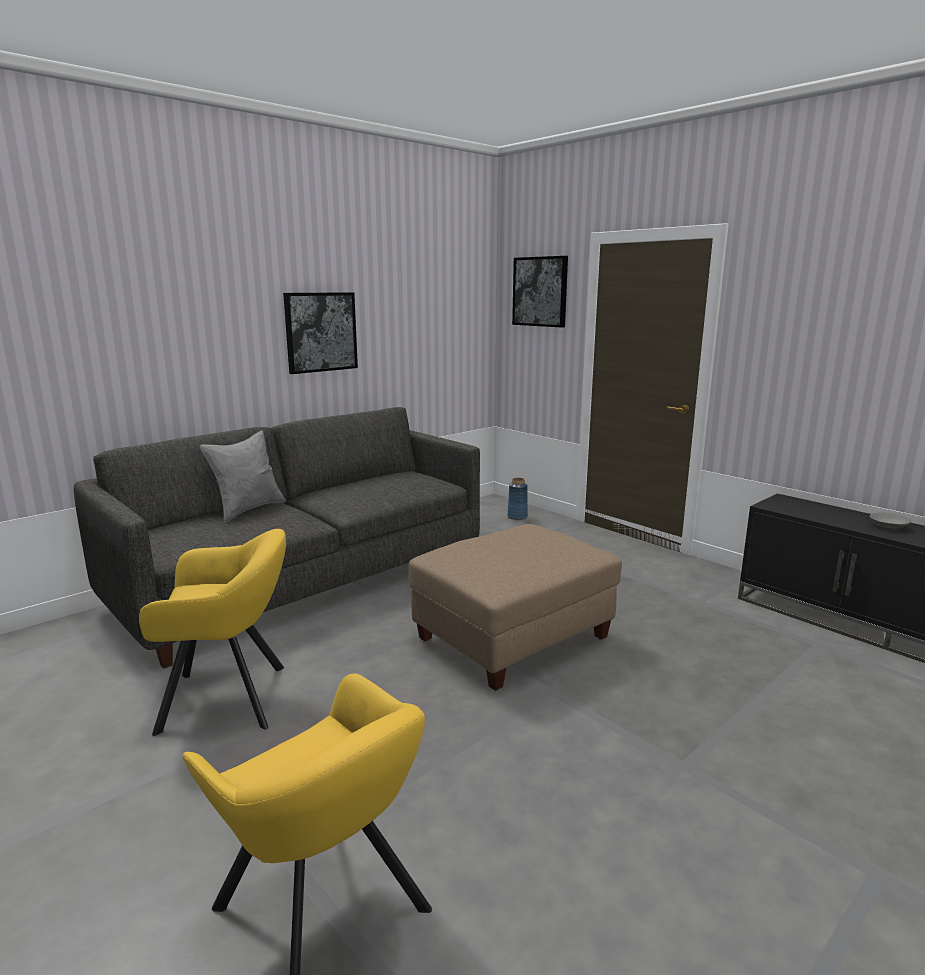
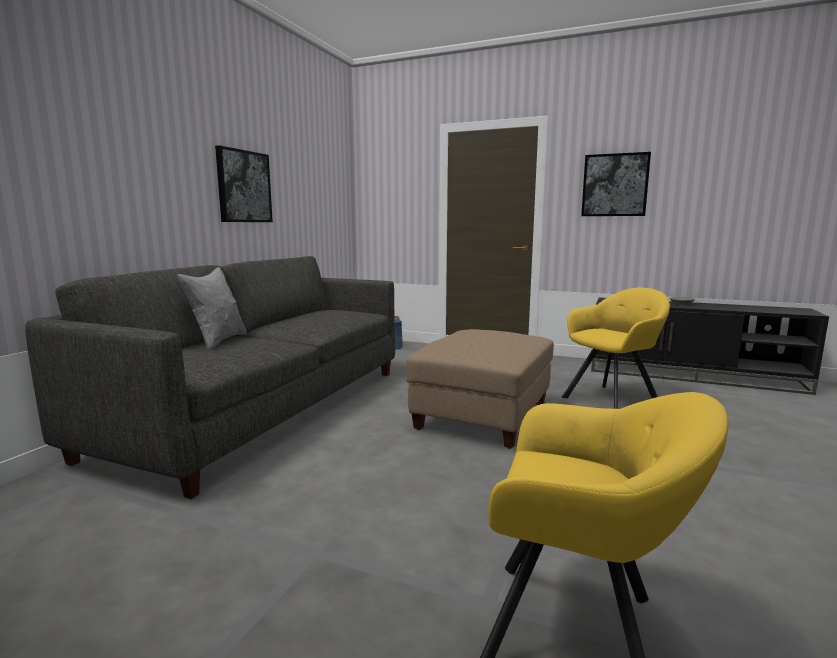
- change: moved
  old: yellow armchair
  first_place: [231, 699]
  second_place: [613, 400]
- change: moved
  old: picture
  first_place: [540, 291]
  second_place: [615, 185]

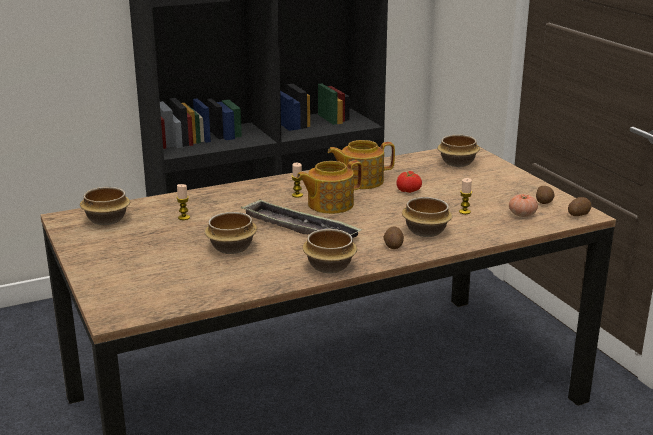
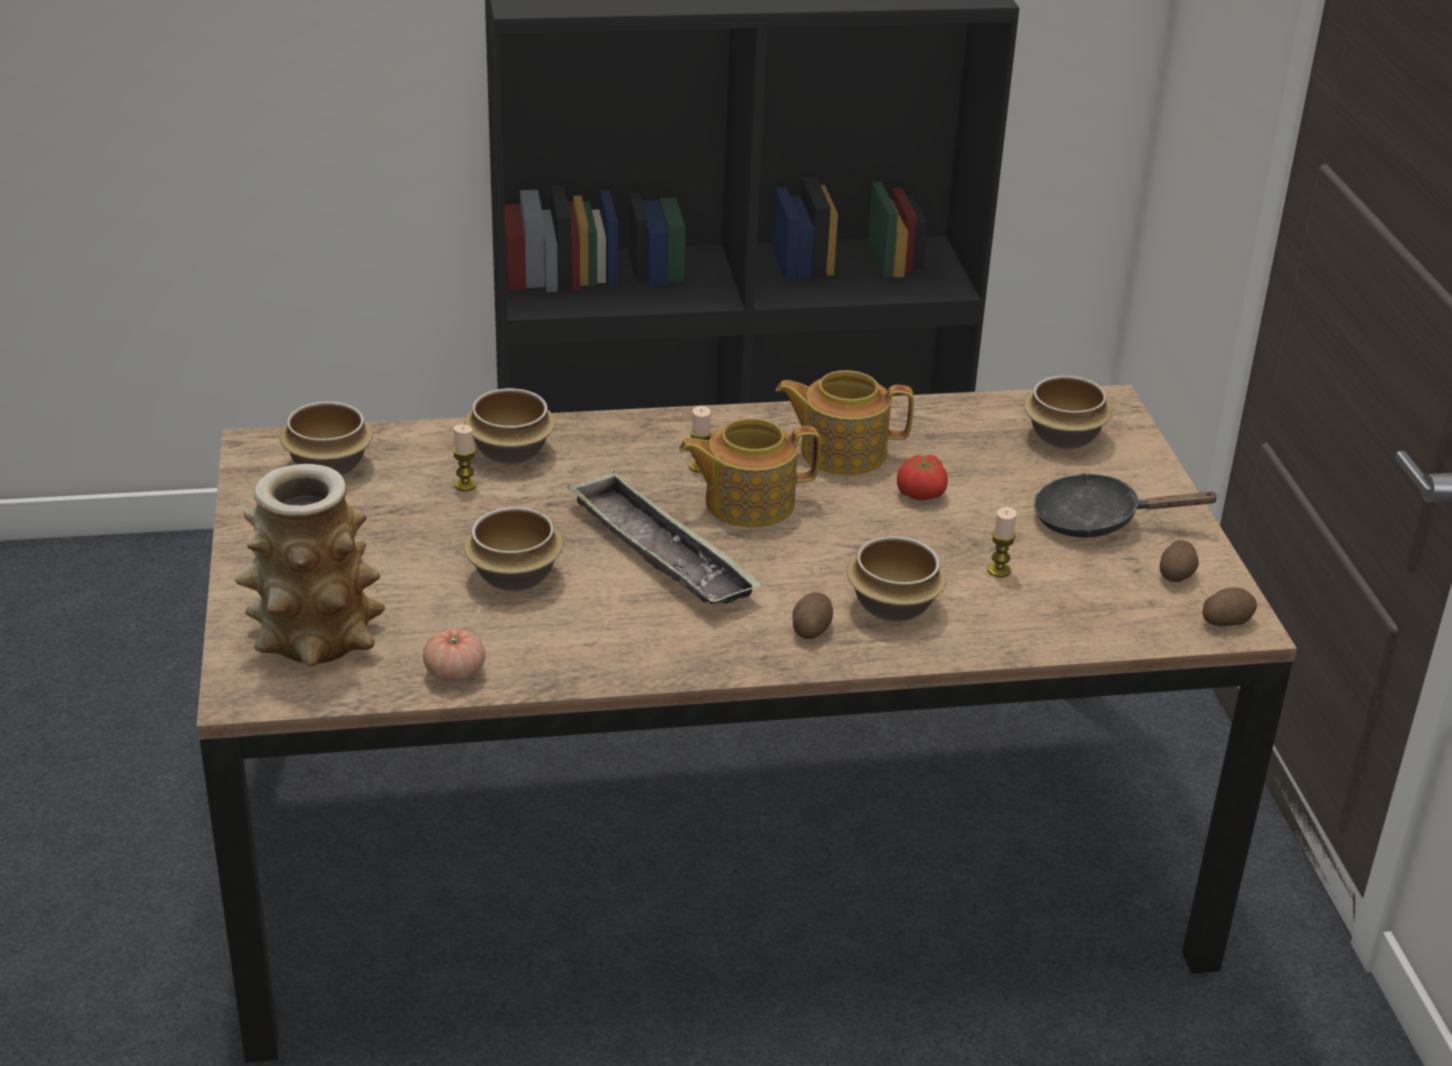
- change: added
  new: vase
  second_place: [315, 635]
- change: added
  new: black frying pan
  second_place: [1096, 520]
- change: moved
  old: bowl
  first_place: [329, 266]
  second_place: [511, 450]
- change: moved
  old: tomato
  first_place: [522, 214]
  second_place: [455, 673]

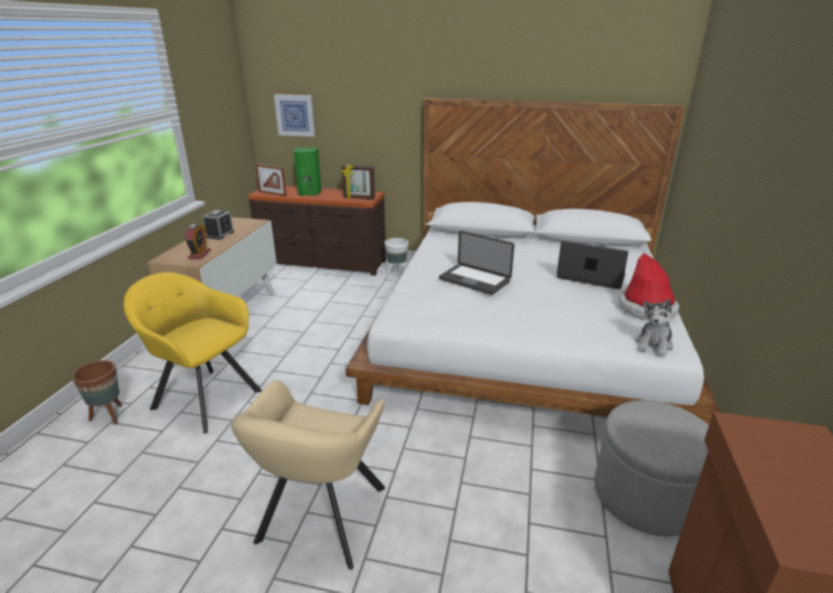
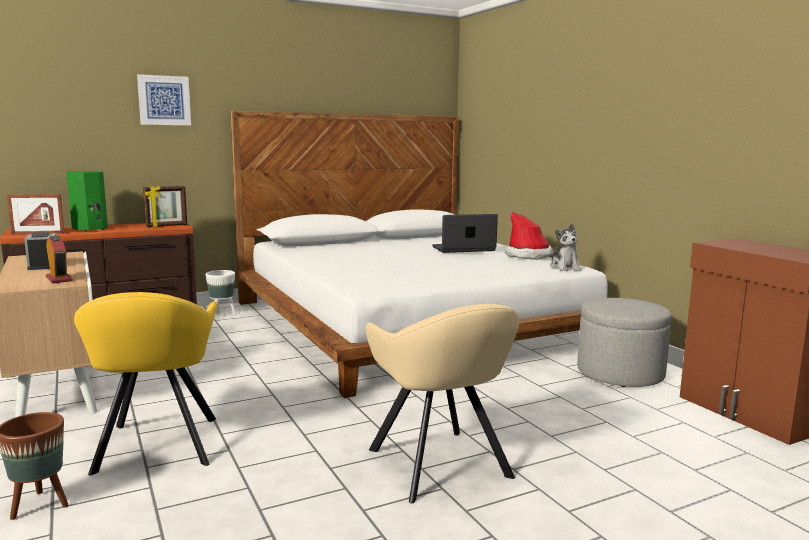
- change: removed
  old: laptop
  first_place: [474, 280]
- change: moved
  old: picture
  first_place: [295, 115]
  second_place: [164, 100]
- change: turned
  old: yellow armchair
  first_place: [204, 397]
  second_place: [156, 448]
  degrees: -90

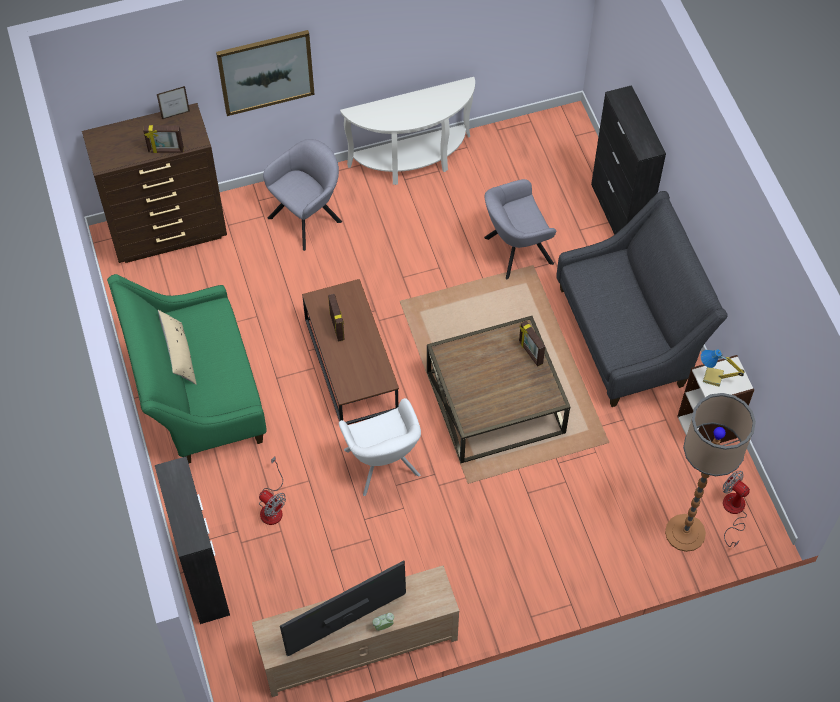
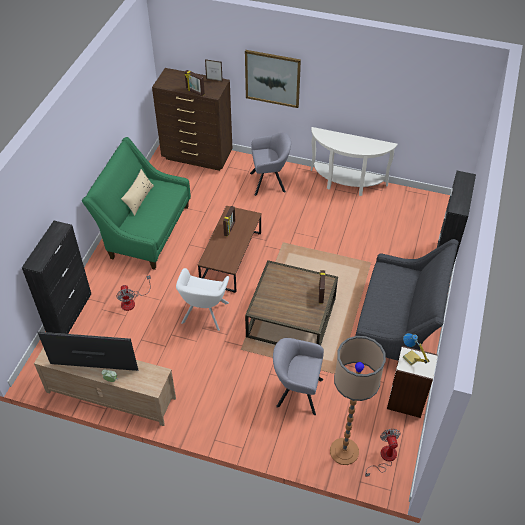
- change: moved
  old: grey armchair
  first_place: [514, 251]
  second_place: [296, 392]

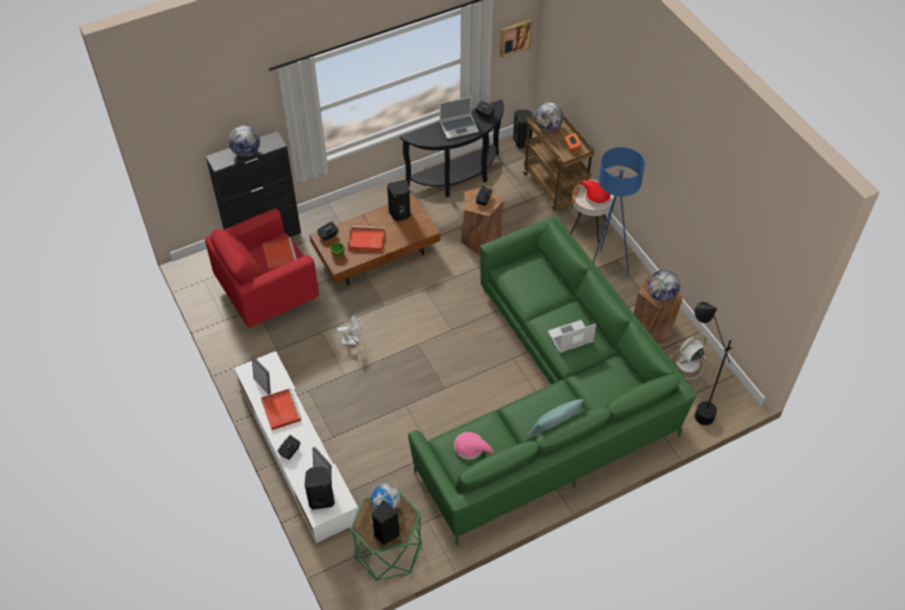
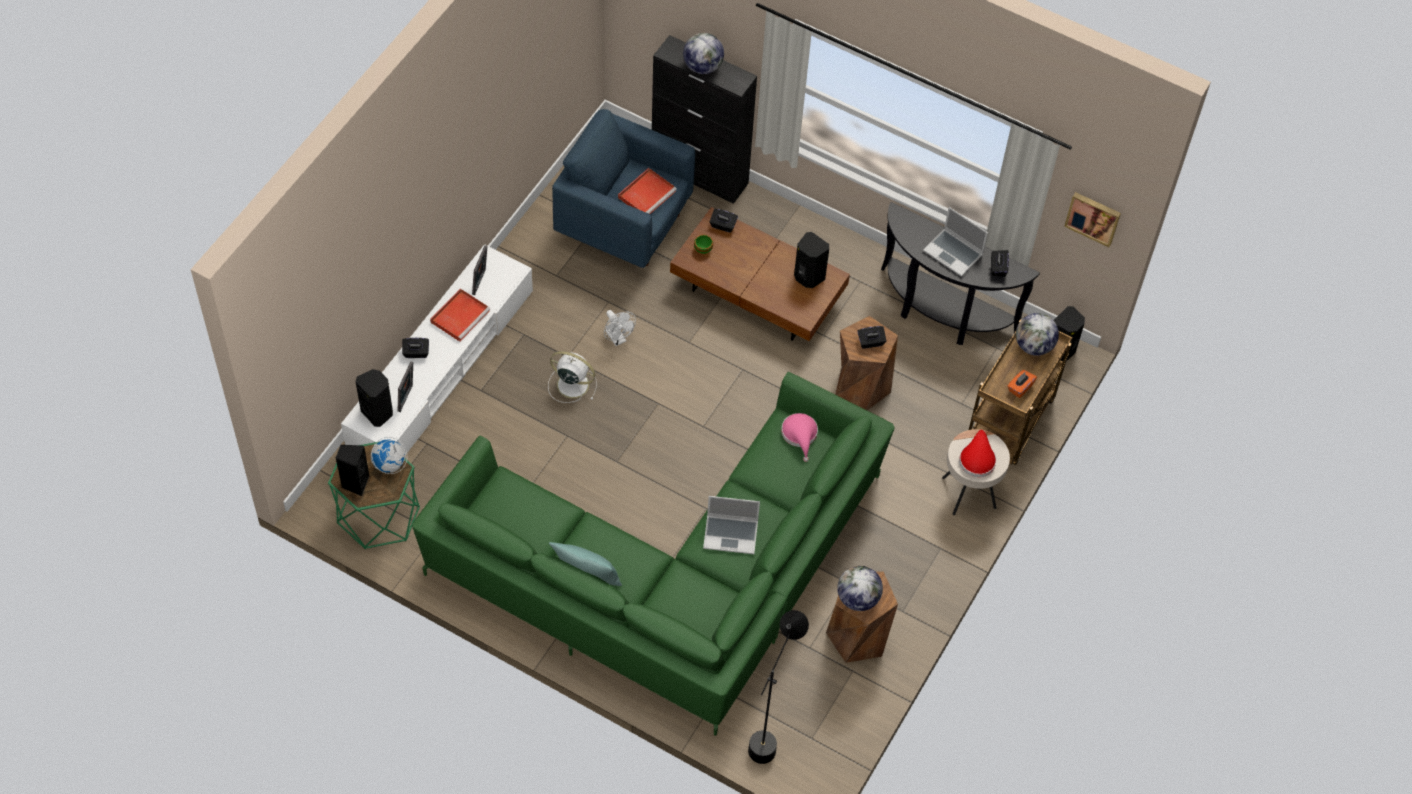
- change: removed
  old: red tray
  first_place: [366, 240]
- change: removed
  old: blue floor lamp
  first_place: [604, 268]
- change: moved
  old: pink hat
  first_place: [471, 448]
  second_place: [800, 435]
- change: moved
  old: white fan
  first_place: [687, 363]
  second_place: [571, 384]
- change: recoloured
  old: red armchair
  new: blue armchair
  first_place: [269, 294]
  second_place: [625, 224]
- change: turned
  old: laptop
  first_place: [570, 338]
  second_place: [731, 534]
  degrees: 150

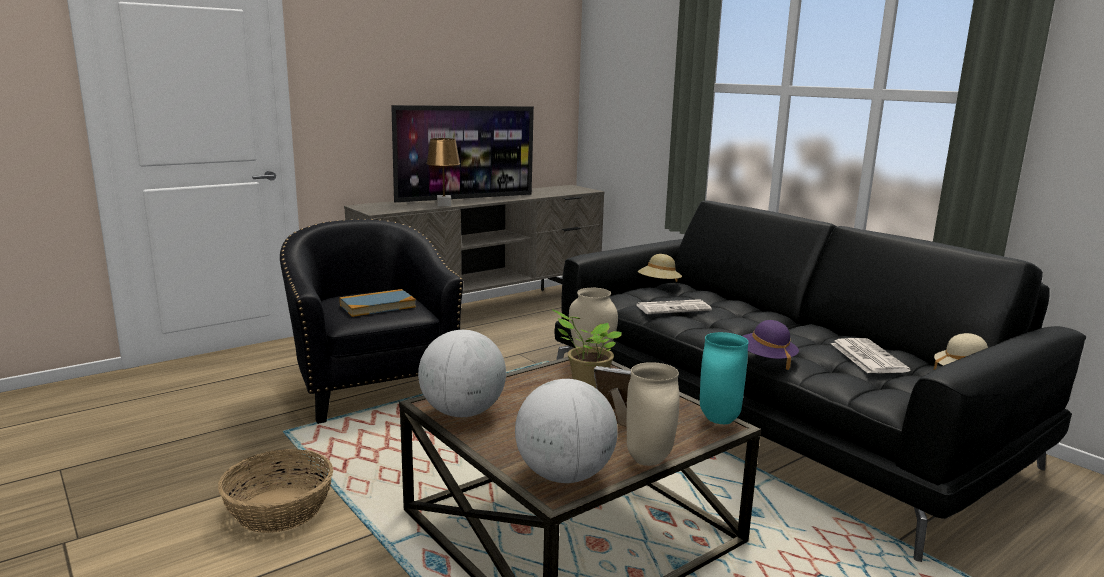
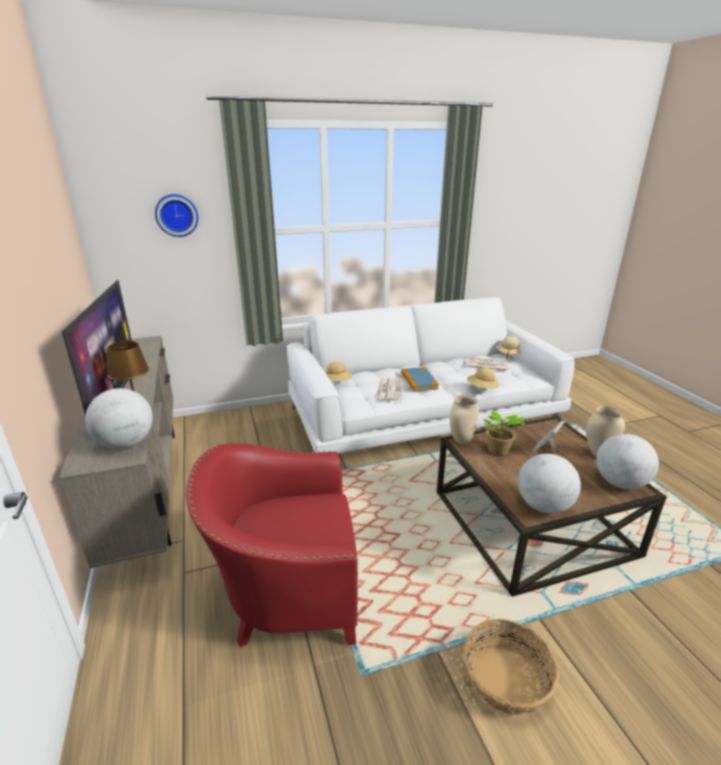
- change: removed
  old: turquoise vase
  first_place: [717, 419]
- change: added
  new: globe
  second_place: [126, 444]
- change: added
  new: wall clock
  second_place: [176, 215]
- change: moved
  old: book
  first_place: [377, 306]
  second_place: [419, 381]
- change: recoloured
  old: black armchair
  new: red armchair
  first_place: [372, 386]
  second_place: [287, 594]
- change: recoloured
  old: black sofa
  new: white sofa
  first_place: [773, 418]
  second_place: [423, 420]
- change: recoloured
  old: purple hat
  new: beige hat
  first_place: [766, 359]
  second_place: [482, 388]

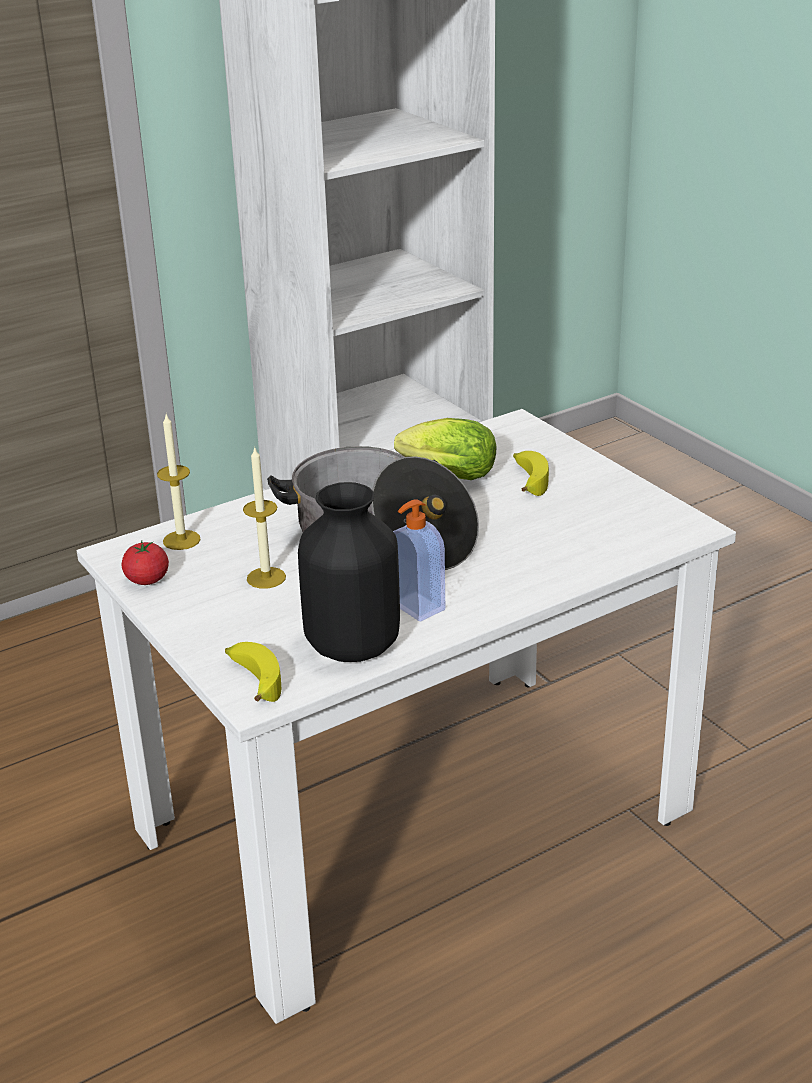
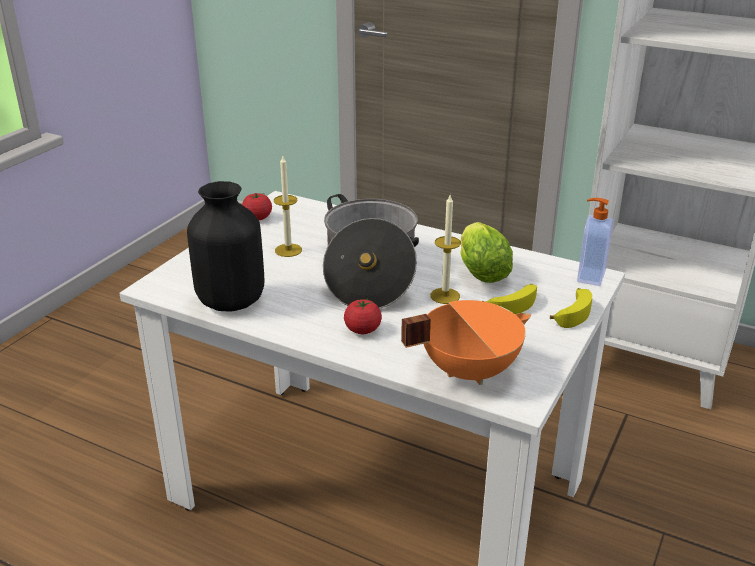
- change: added
  new: tomato
  second_place: [362, 330]
- change: added
  new: orange cooking pot
  second_place: [468, 370]
- change: moved
  old: candle
  first_place: [181, 540]
  second_place: [445, 296]
- change: moved
  old: banana
  first_place: [253, 680]
  second_place: [572, 312]
- change: moved
  old: soap dispenser
  first_place: [416, 607]
  second_place: [589, 276]

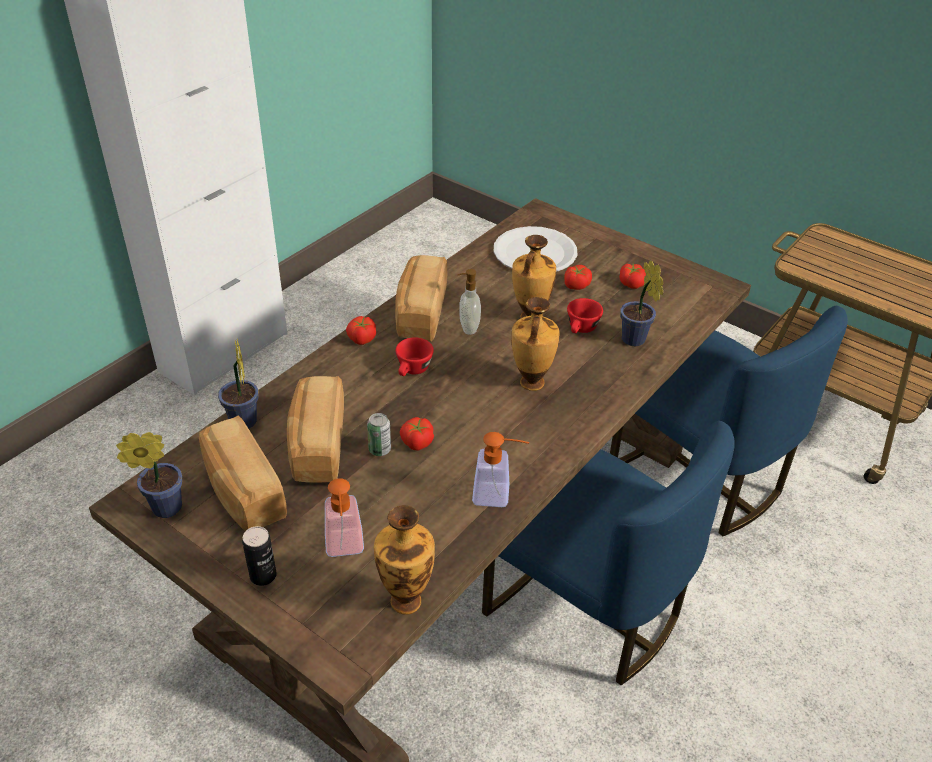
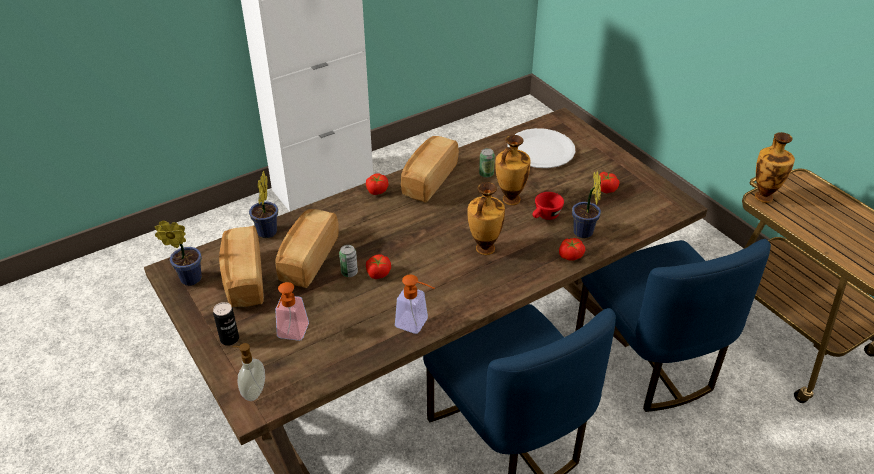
- change: removed
  old: red cup
  first_place: [412, 371]
- change: added
  new: can
  second_place: [486, 174]
- change: moved
  old: vase
  first_place: [406, 599]
  second_place: [763, 196]
- change: moved
  old: soap dispenser
  first_place: [468, 328]
  second_place: [253, 392]
- change: moved
  old: tomato
  first_place: [576, 285]
  second_place: [570, 255]

